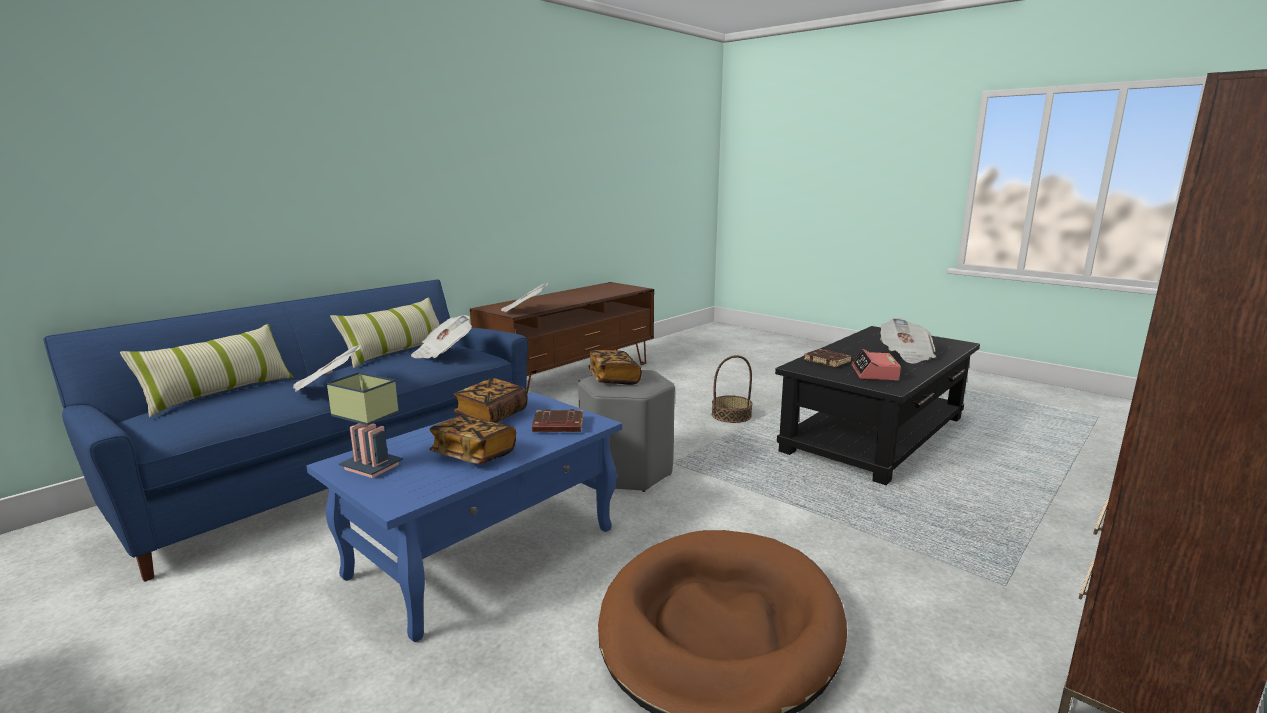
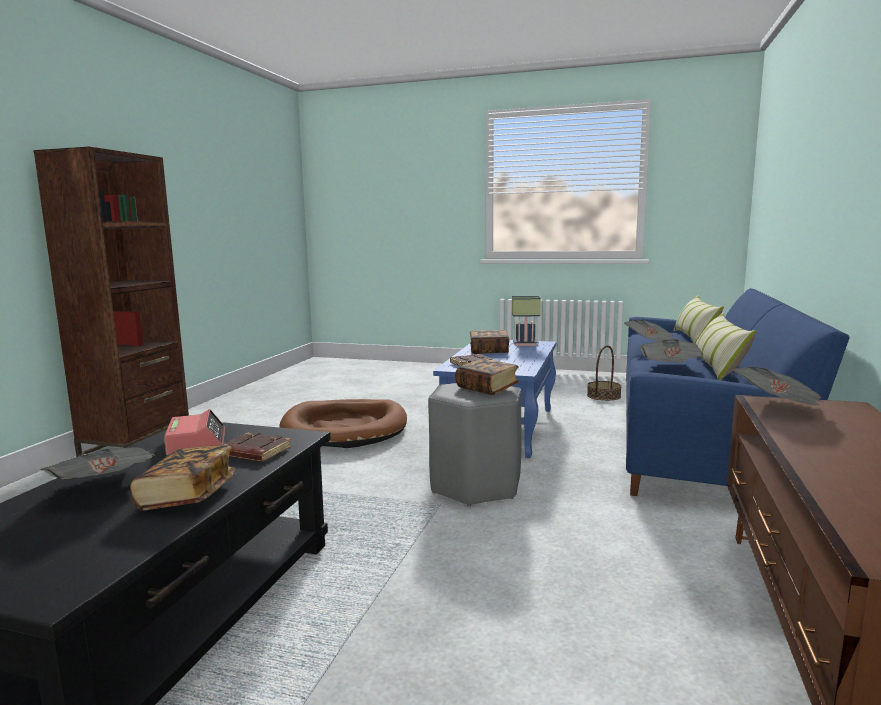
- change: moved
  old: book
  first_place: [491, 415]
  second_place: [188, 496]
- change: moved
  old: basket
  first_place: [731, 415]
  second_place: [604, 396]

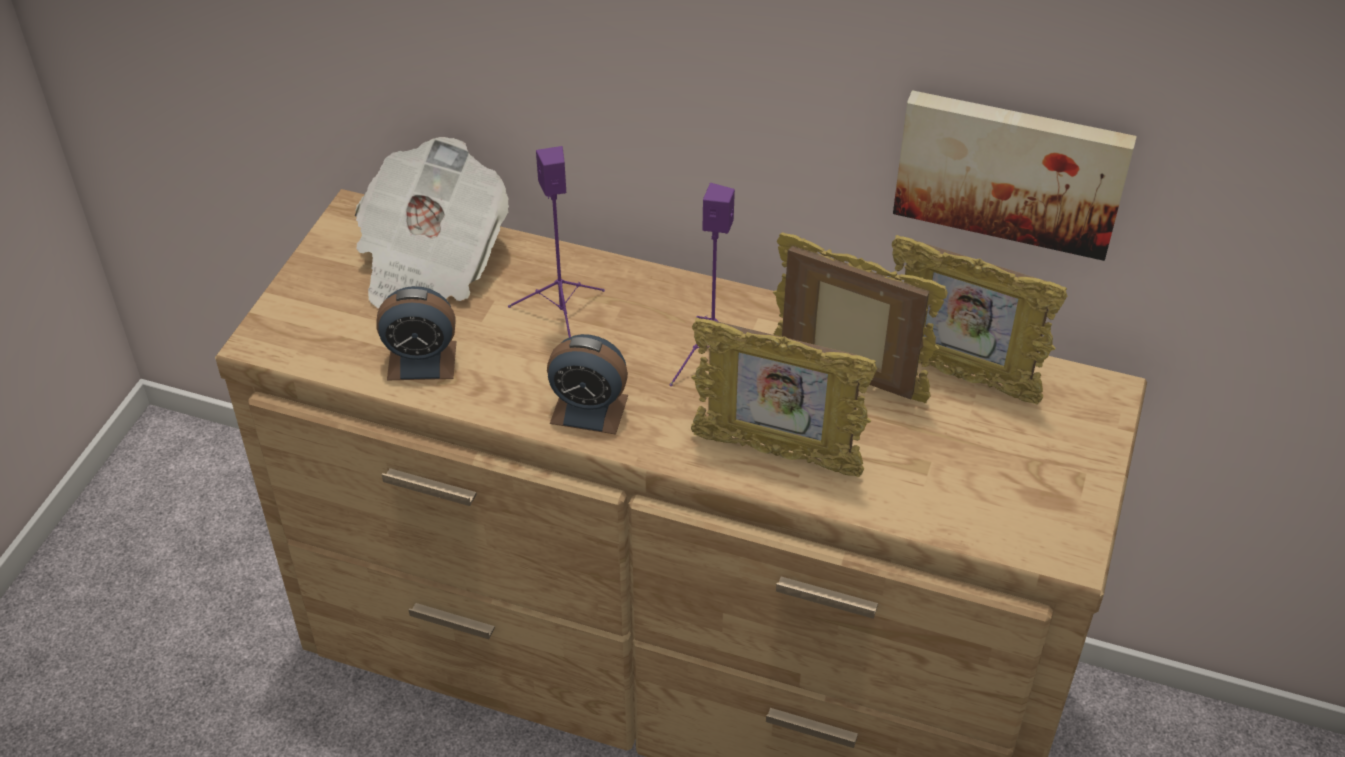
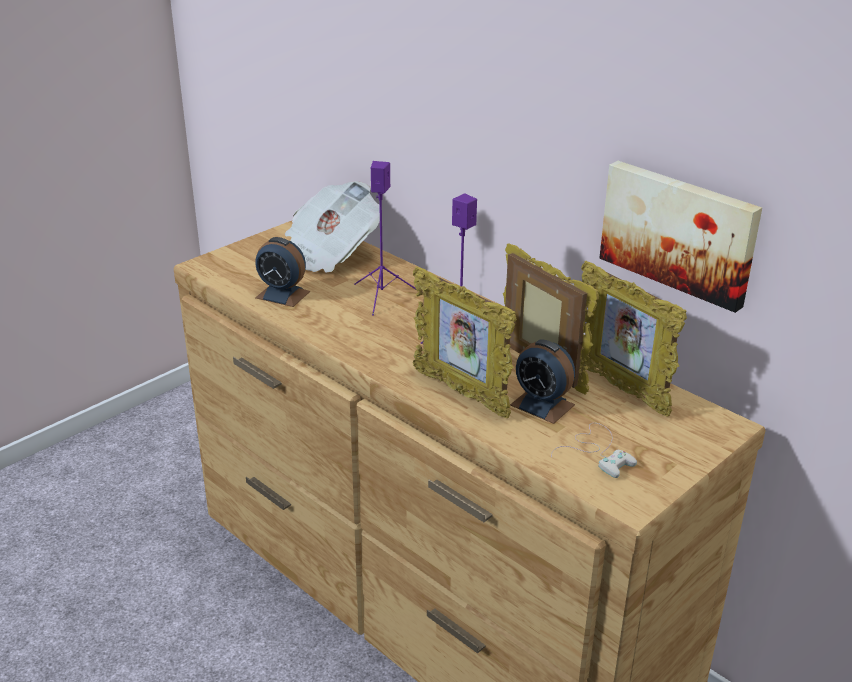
- change: added
  new: white game controller
  second_place: [597, 451]
- change: moved
  old: alarm clock
  first_place: [589, 409]
  second_place: [542, 405]

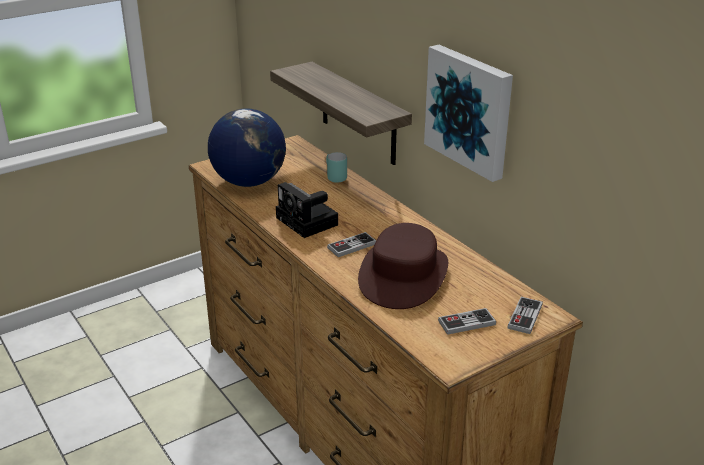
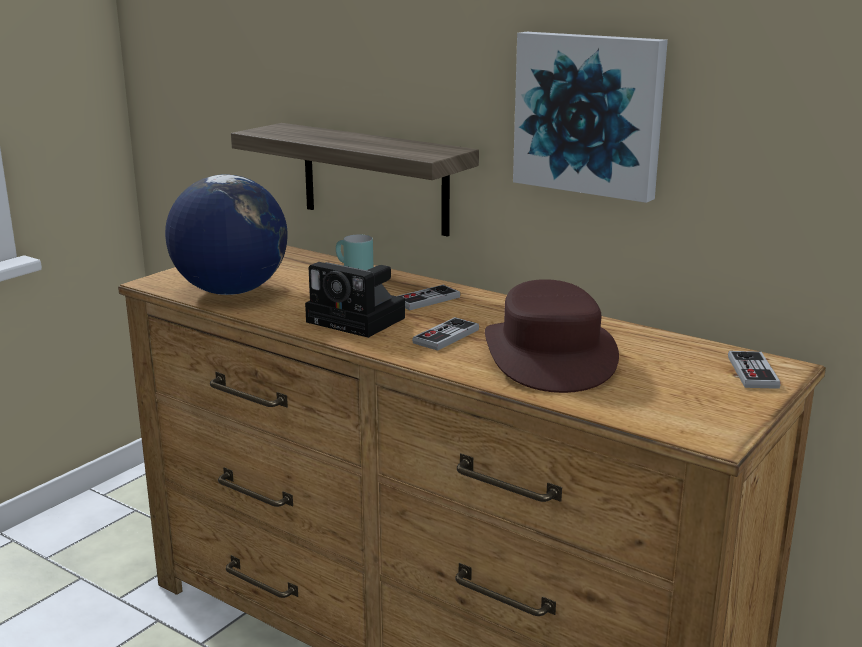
- change: moved
  old: game controller
  first_place: [466, 323]
  second_place: [426, 300]

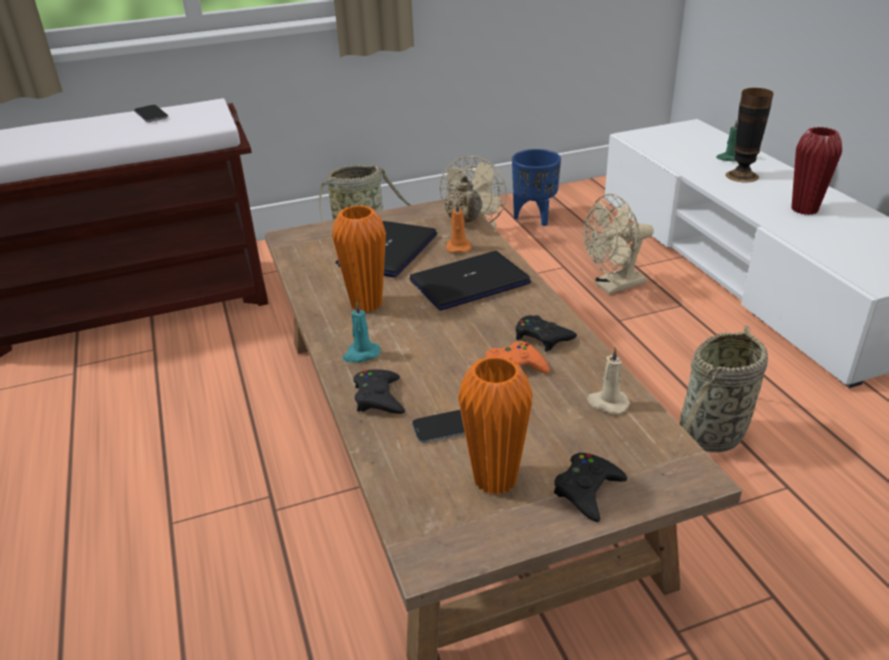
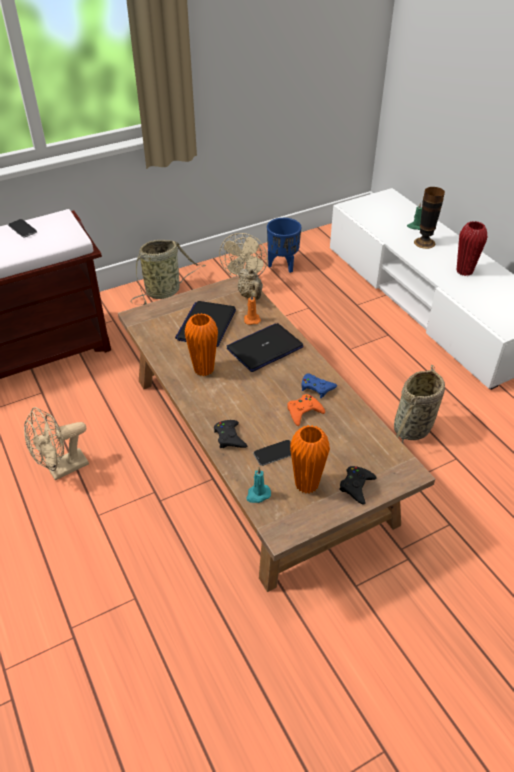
- change: removed
  old: beige candle
  first_place: [607, 403]
- change: moved
  old: turquoise candle
  first_place: [361, 354]
  second_place: [258, 494]
- change: moved
  old: beige fan
  first_place: [613, 286]
  second_place: [62, 469]
- change: recoloured
  old: black game controller
  new: blue game controller
  first_place: [542, 337]
  second_place: [317, 388]

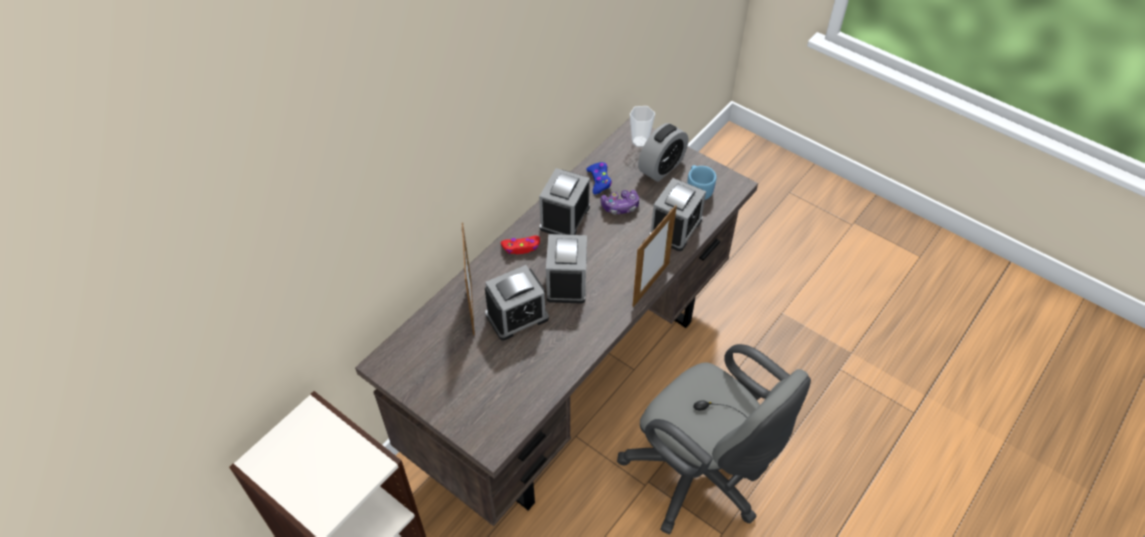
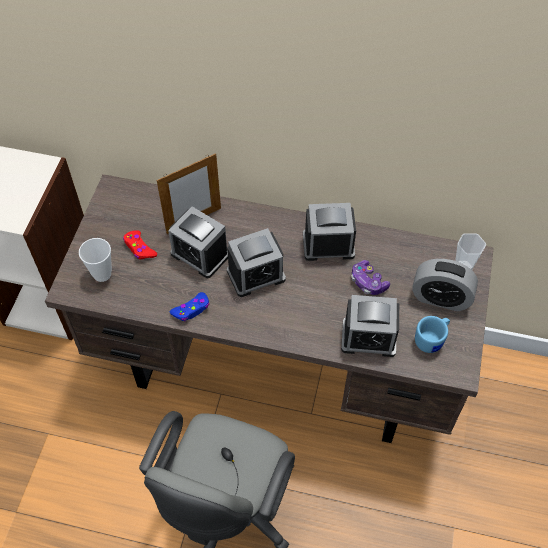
- change: removed
  old: picture frame
  first_place: [650, 284]
- change: added
  new: cup
  second_place: [102, 274]
- change: moved
  old: red game controller
  first_place: [521, 247]
  second_place: [139, 248]
- change: moved
  old: blue game controller
  first_place: [599, 180]
  second_place: [191, 310]

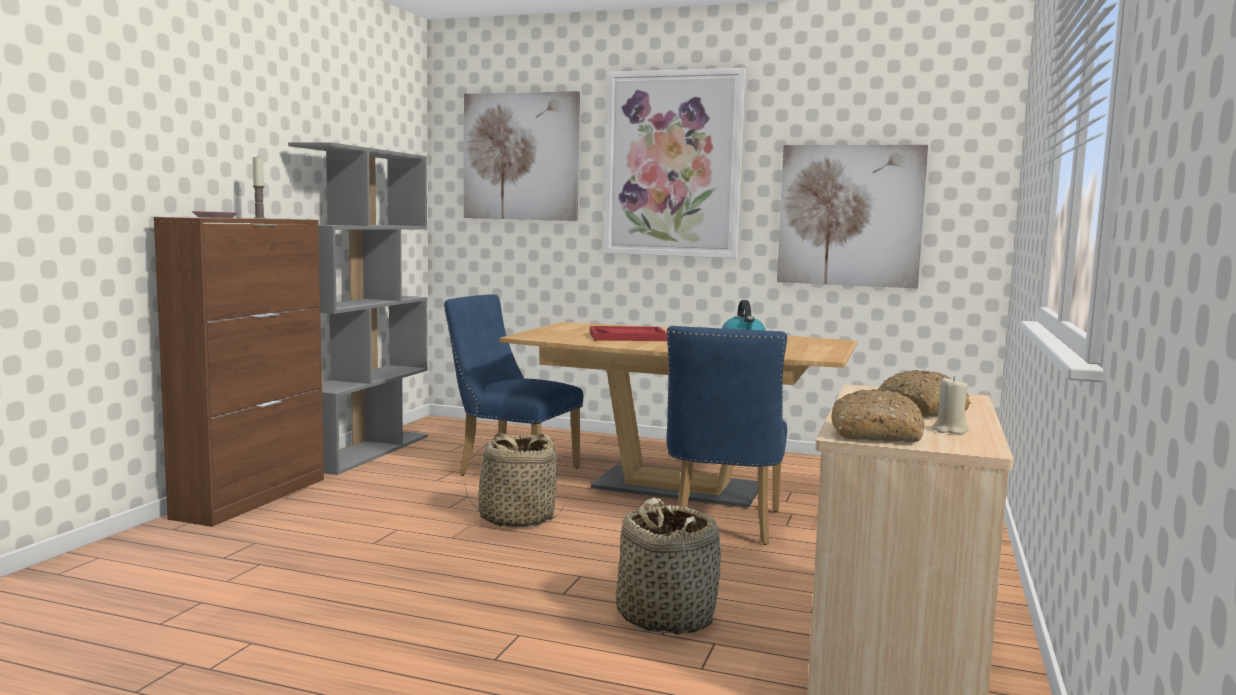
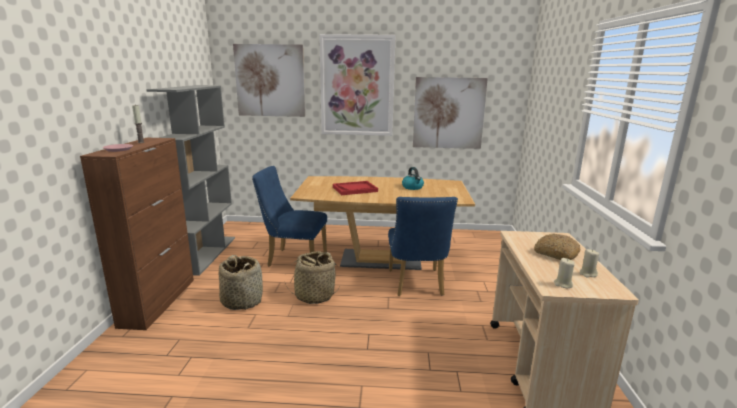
- change: moved
  old: basket
  first_place: [665, 616]
  second_place: [242, 301]
- change: replaced
  old: bread
  new: beige candle
  first_place: [877, 434]
  second_place: [563, 284]

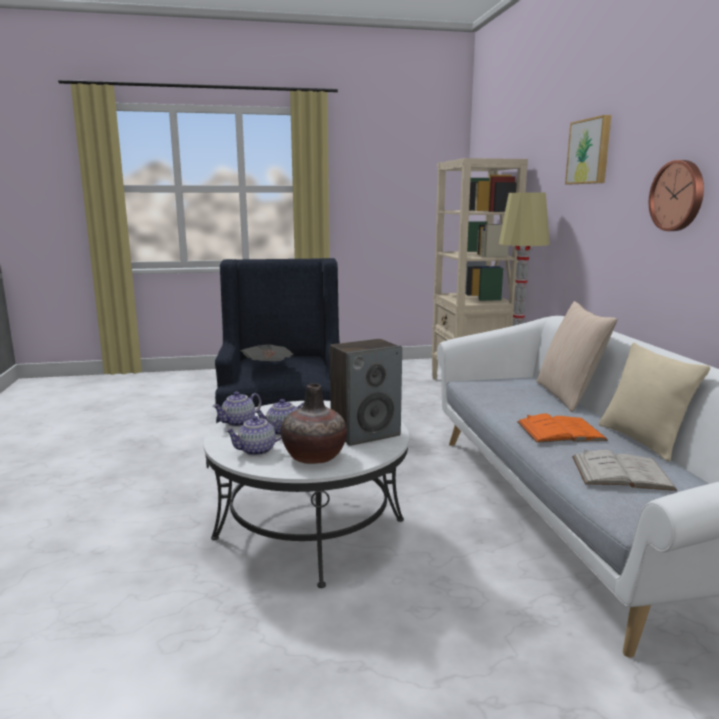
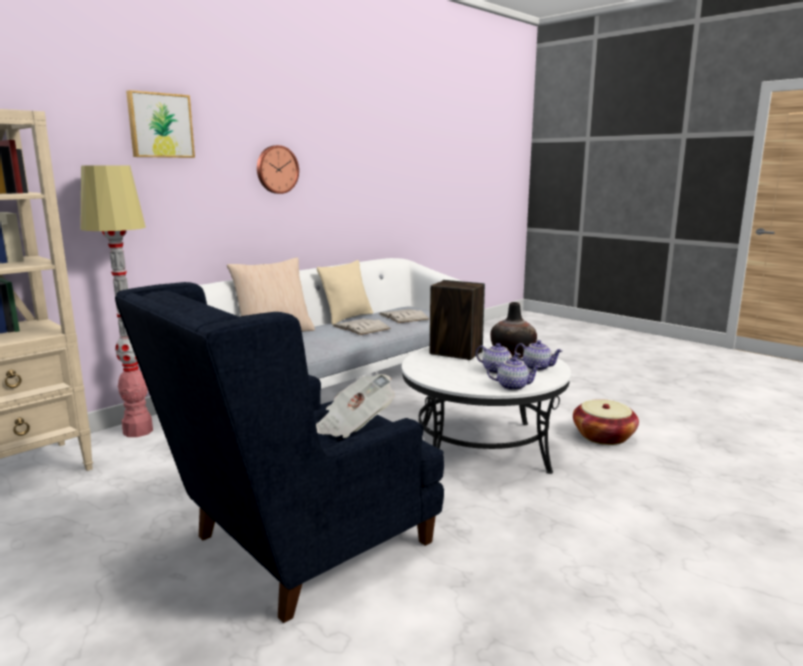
- change: added
  new: basket
  second_place: [603, 436]
- change: recoloured
  old: orange book
  new: white book
  first_place: [560, 431]
  second_place: [361, 327]

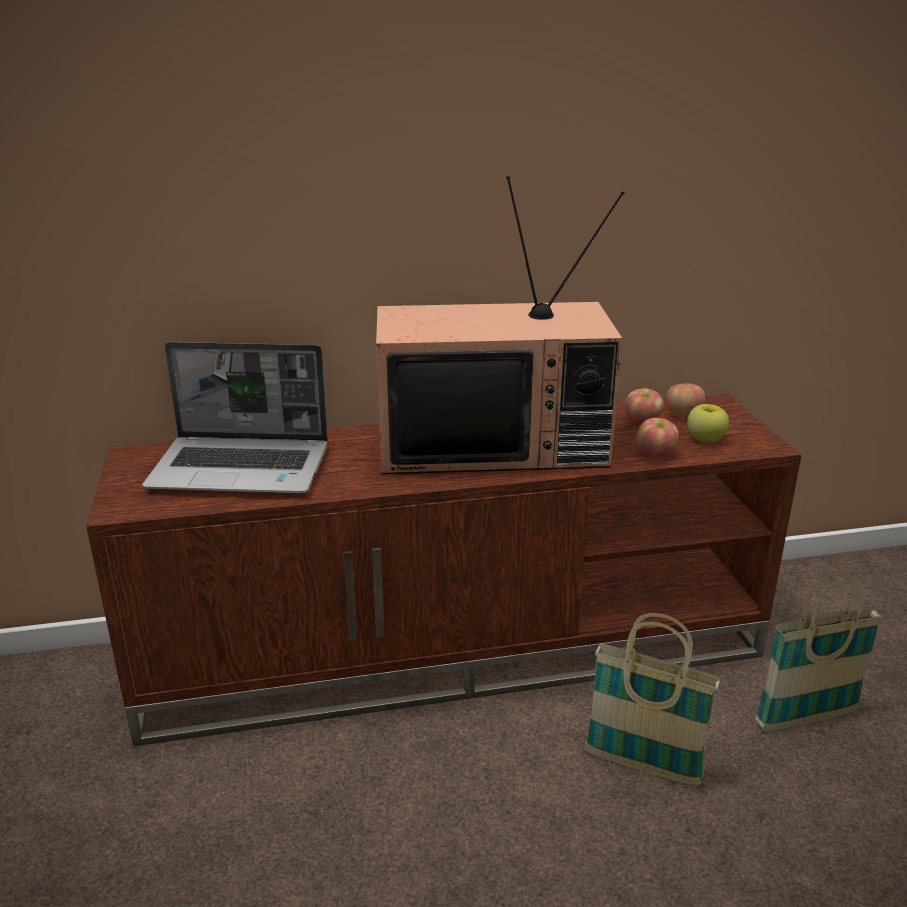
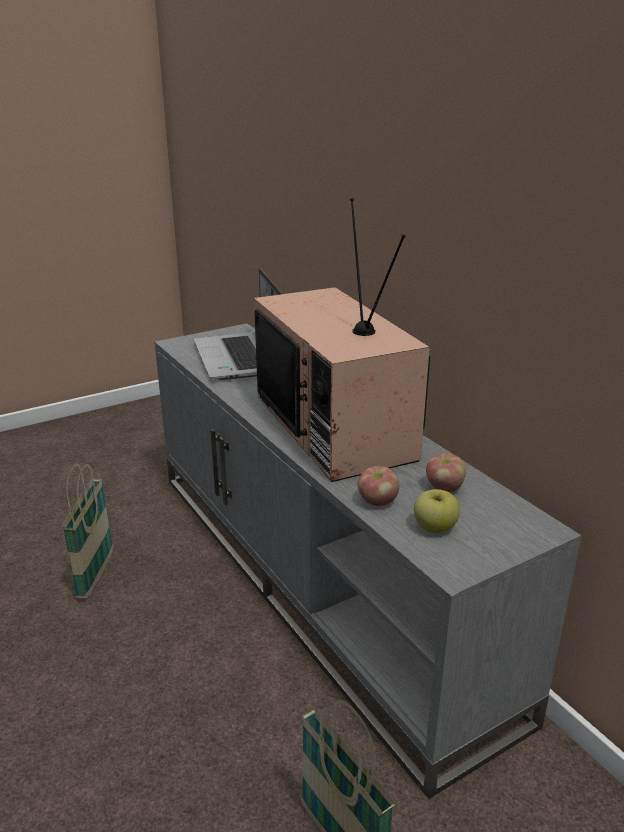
- change: removed
  old: apple
  first_place: [683, 415]
- change: moved
  old: basket
  first_place: [642, 766]
  second_place: [96, 575]
- change: recoloured
  old: brown tv stand
  new: grey tv stand
  first_place: [455, 649]
  second_place: [318, 579]

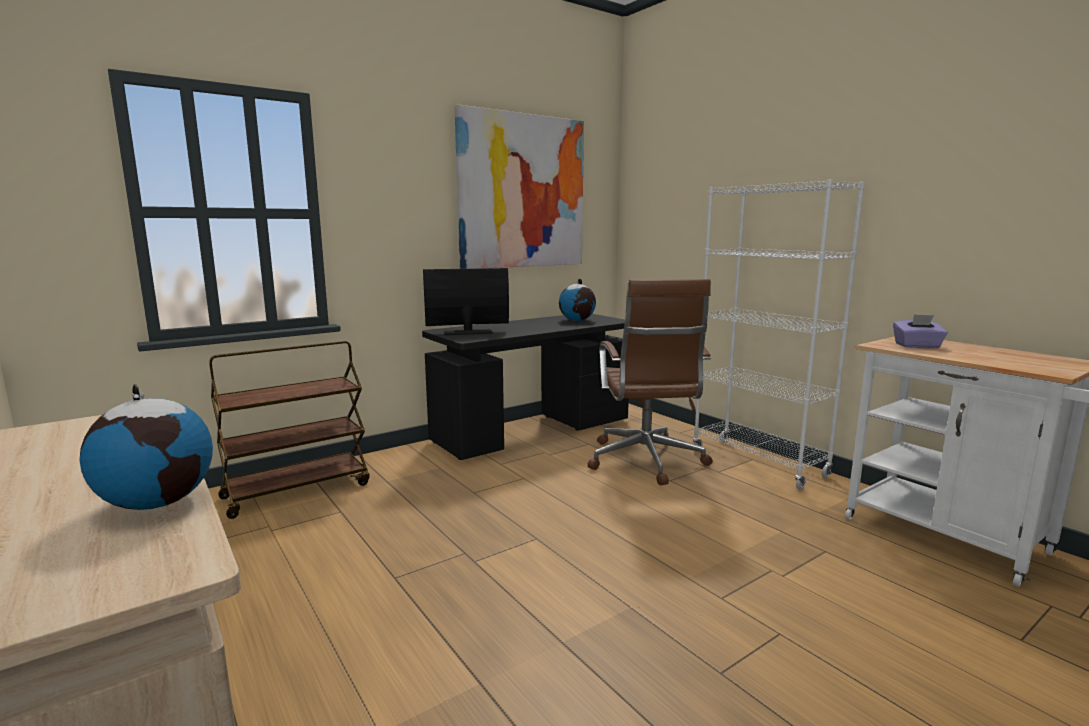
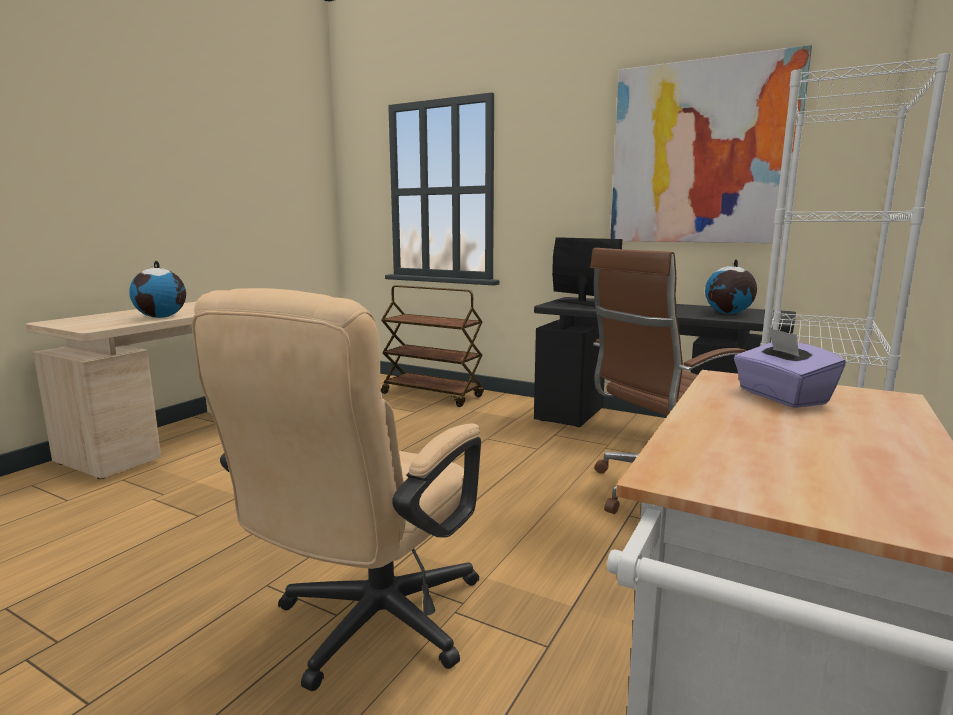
- change: added
  new: beige office chair
  second_place: [367, 628]

